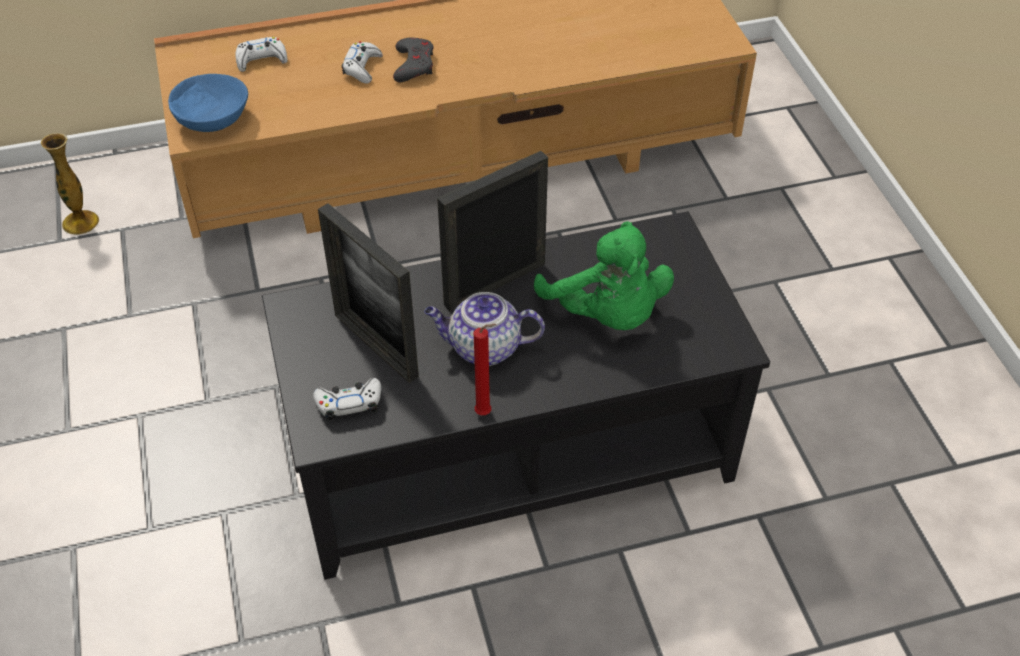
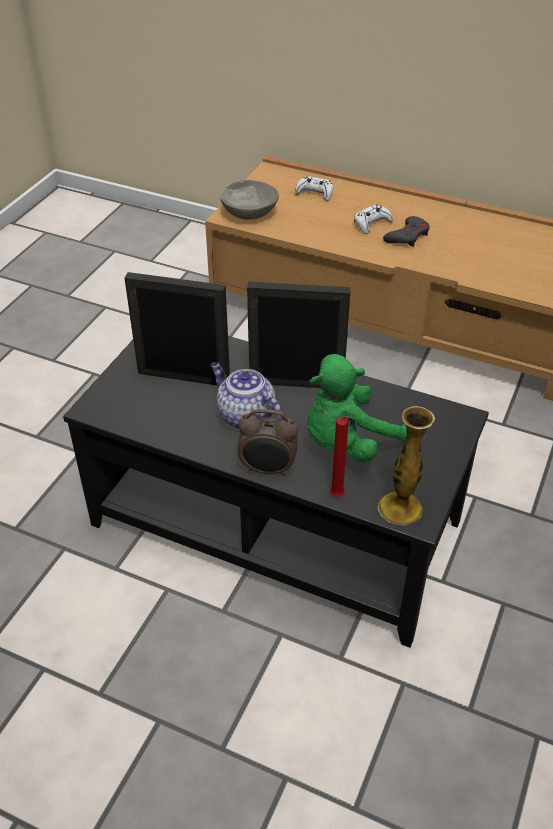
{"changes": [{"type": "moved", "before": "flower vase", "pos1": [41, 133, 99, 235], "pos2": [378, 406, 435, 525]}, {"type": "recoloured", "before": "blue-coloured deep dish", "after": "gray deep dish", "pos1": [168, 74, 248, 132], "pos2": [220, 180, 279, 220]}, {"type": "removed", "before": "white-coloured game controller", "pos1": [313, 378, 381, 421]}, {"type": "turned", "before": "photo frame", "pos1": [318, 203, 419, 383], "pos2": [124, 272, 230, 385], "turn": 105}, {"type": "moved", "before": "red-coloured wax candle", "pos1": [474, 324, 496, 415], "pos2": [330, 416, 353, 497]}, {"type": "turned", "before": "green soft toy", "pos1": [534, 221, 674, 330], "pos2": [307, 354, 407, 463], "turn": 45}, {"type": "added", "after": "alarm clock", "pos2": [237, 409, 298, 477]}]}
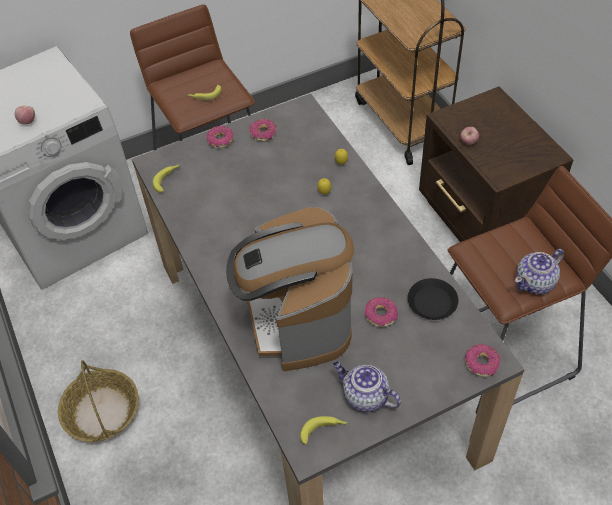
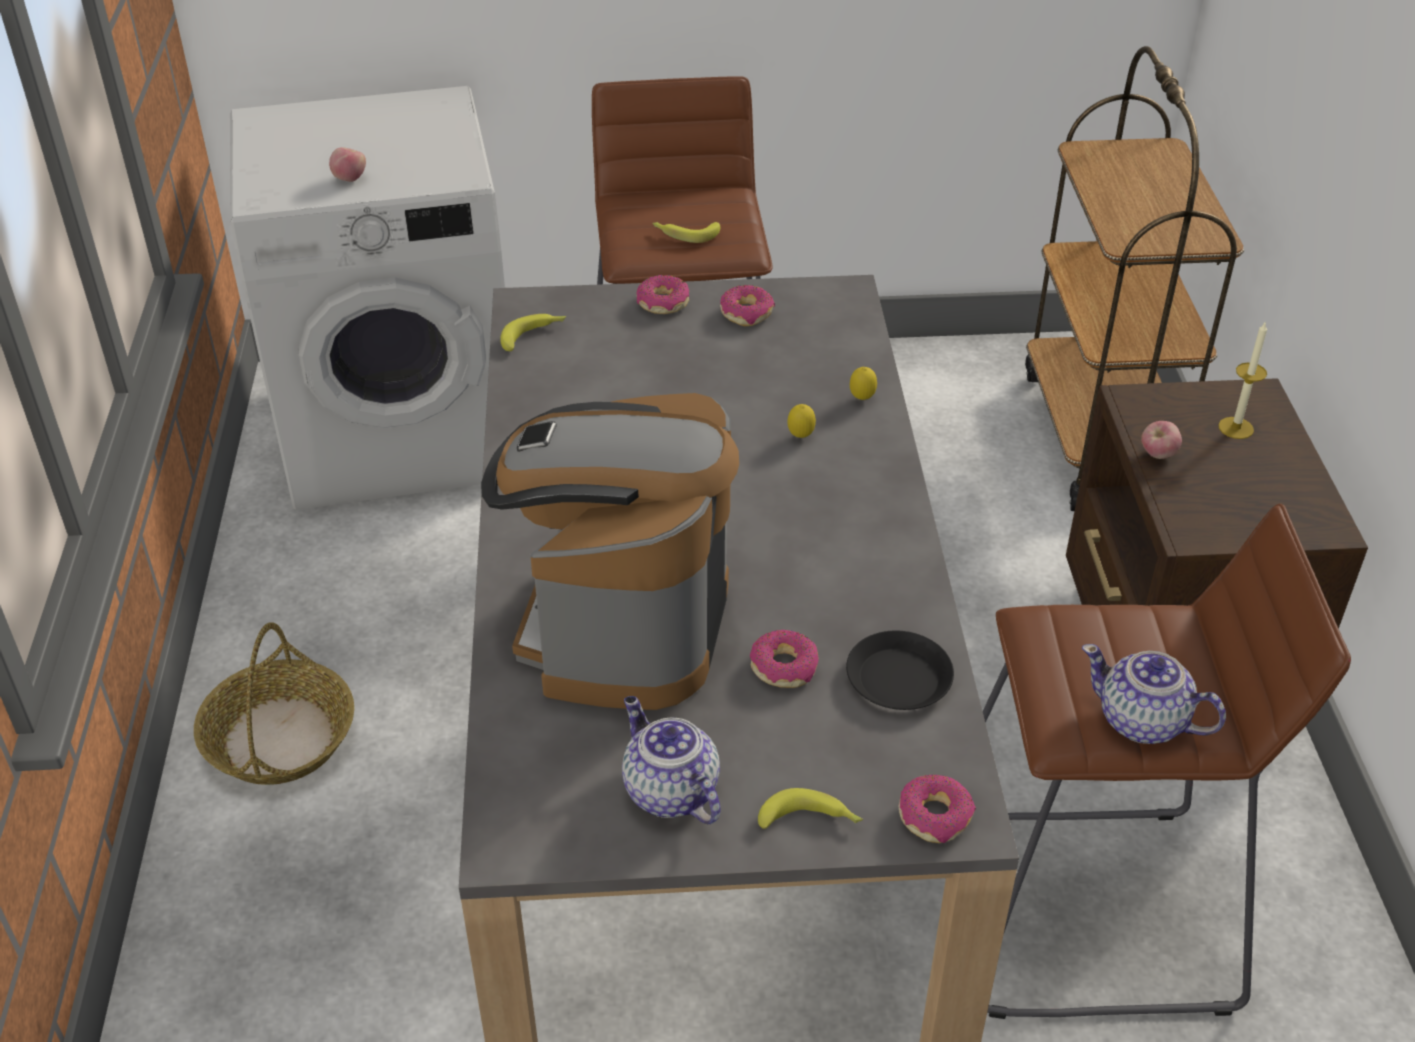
{"changes": [{"type": "moved", "before": "whole banana", "pos1": [300, 416, 348, 444], "pos2": [758, 788, 863, 829]}, {"type": "turned", "before": "teapot", "pos1": [515, 249, 564, 294], "pos2": [1082, 644, 1226, 744], "turn": 45}, {"type": "added", "after": "wax candle", "pos2": [1218, 323, 1267, 439]}]}
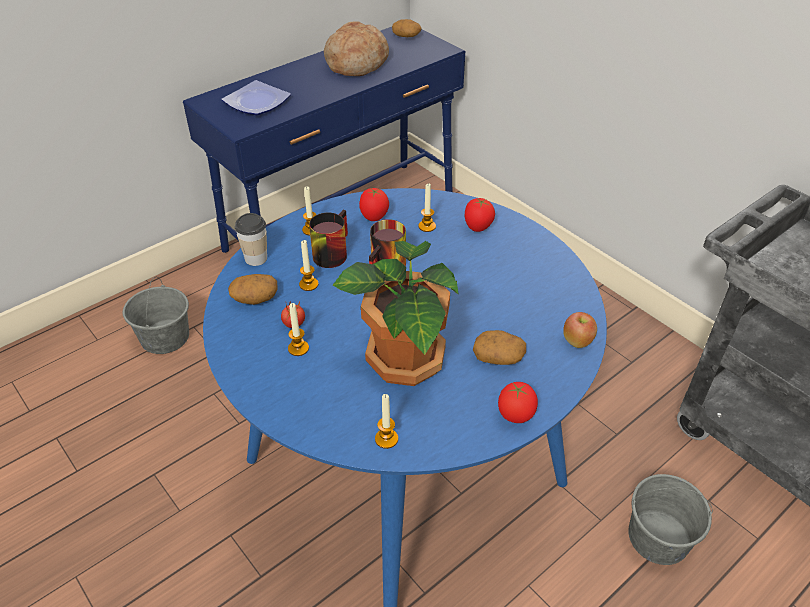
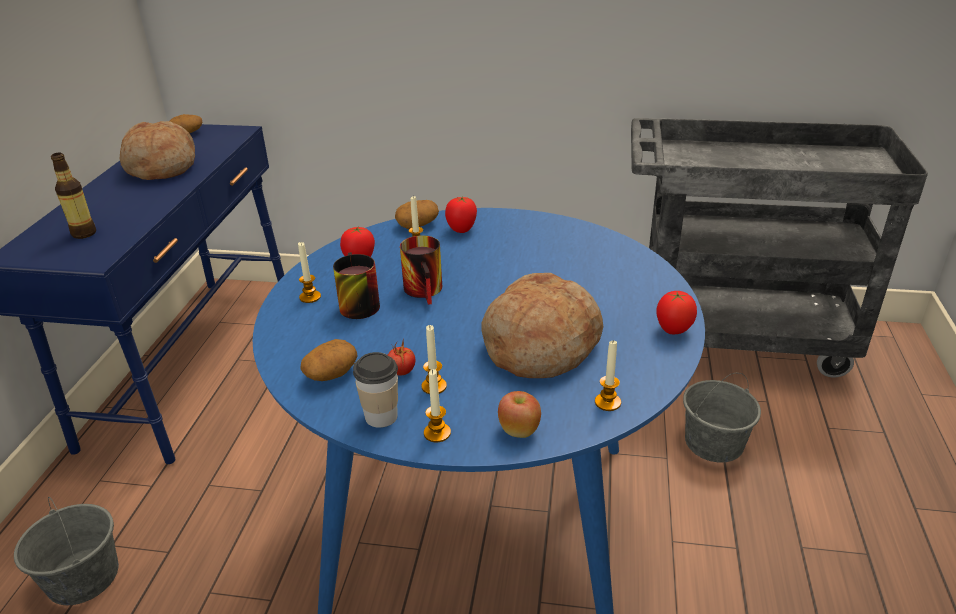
{"changes": [{"type": "replaced", "before": "flat dish", "after": "beverage bottle", "pos1": [221, 80, 291, 115], "pos2": [51, 153, 96, 239]}, {"type": "moved", "before": "small cup", "pos1": [235, 213, 267, 266], "pos2": [353, 352, 398, 428]}, {"type": "moved", "before": "wax candle", "pos1": [299, 240, 319, 291], "pos2": [424, 369, 451, 443]}, {"type": "replaced", "before": "plant in a pot", "after": "bread", "pos1": [333, 241, 459, 386], "pos2": [482, 273, 603, 378]}, {"type": "moved", "before": "whole potato", "pos1": [473, 330, 526, 365], "pos2": [395, 200, 439, 229]}, {"type": "moved", "before": "apple fruit", "pos1": [563, 312, 597, 348], "pos2": [498, 391, 541, 438]}]}
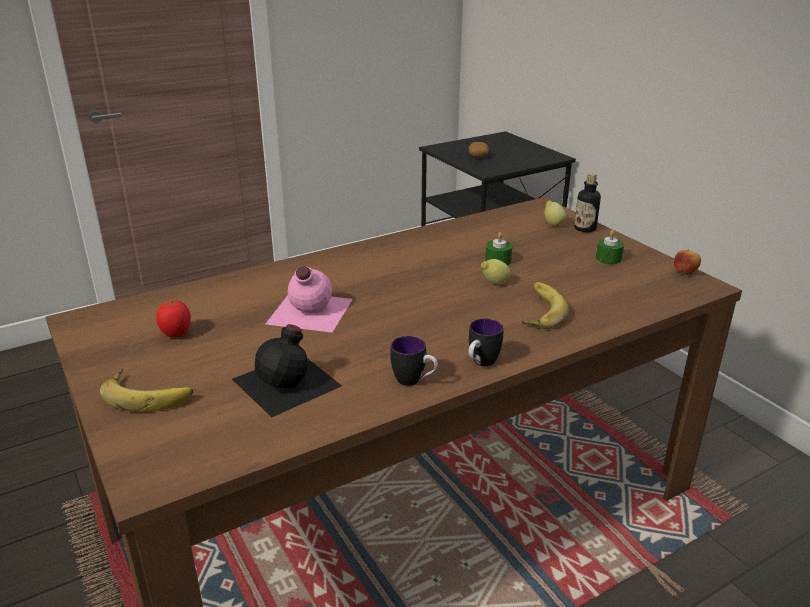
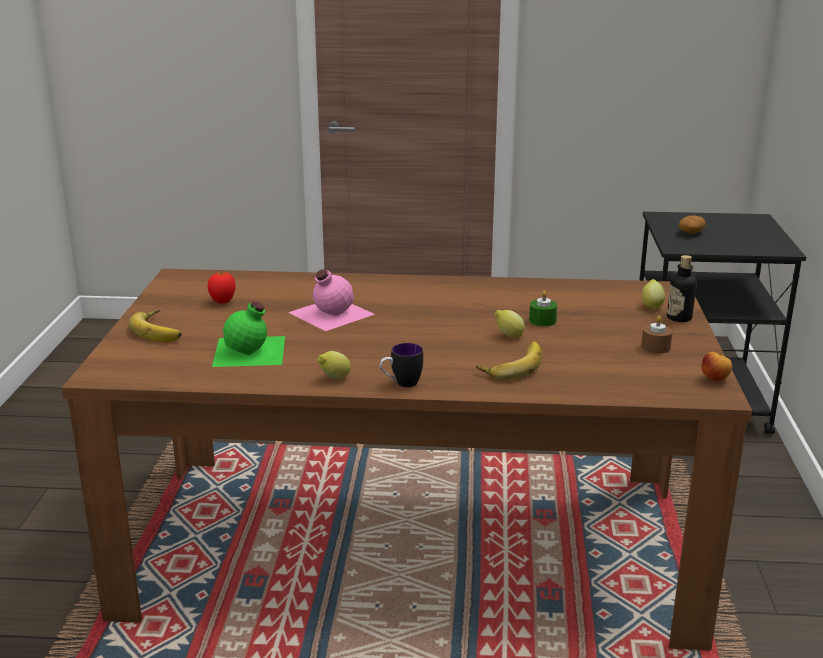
{"changes": [{"type": "recoloured", "before": "black-coloured beverage bottle", "after": "green beverage bottle", "pos1": [232, 324, 342, 417], "pos2": [212, 302, 285, 367]}, {"type": "replaced", "before": "tea mug", "after": "citrus fruit", "pos1": [390, 336, 438, 386], "pos2": [317, 351, 351, 379]}, {"type": "recoloured", "before": "green wax candle", "after": "brown-coloured wax candle", "pos1": [595, 230, 624, 264], "pos2": [641, 315, 673, 354]}]}
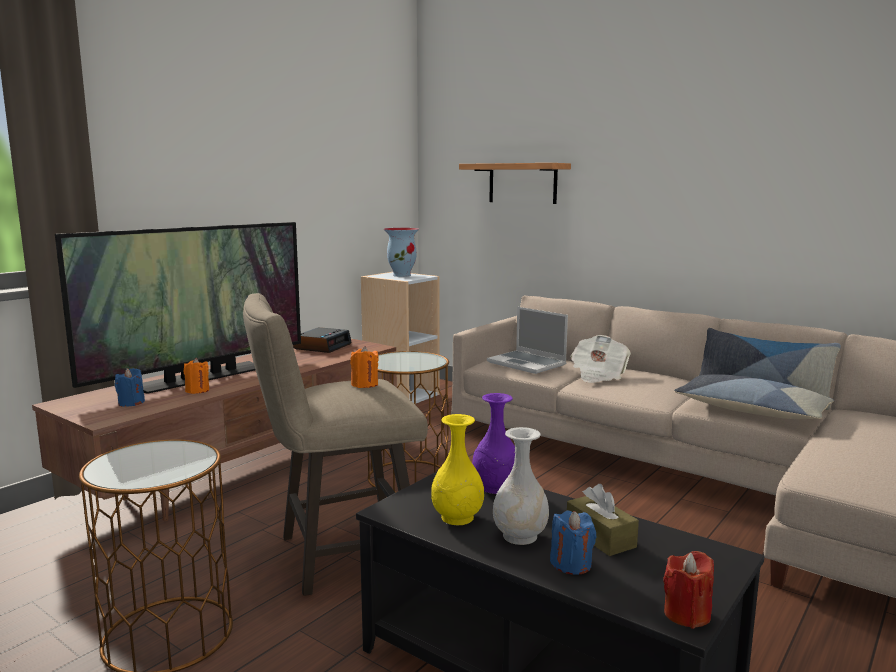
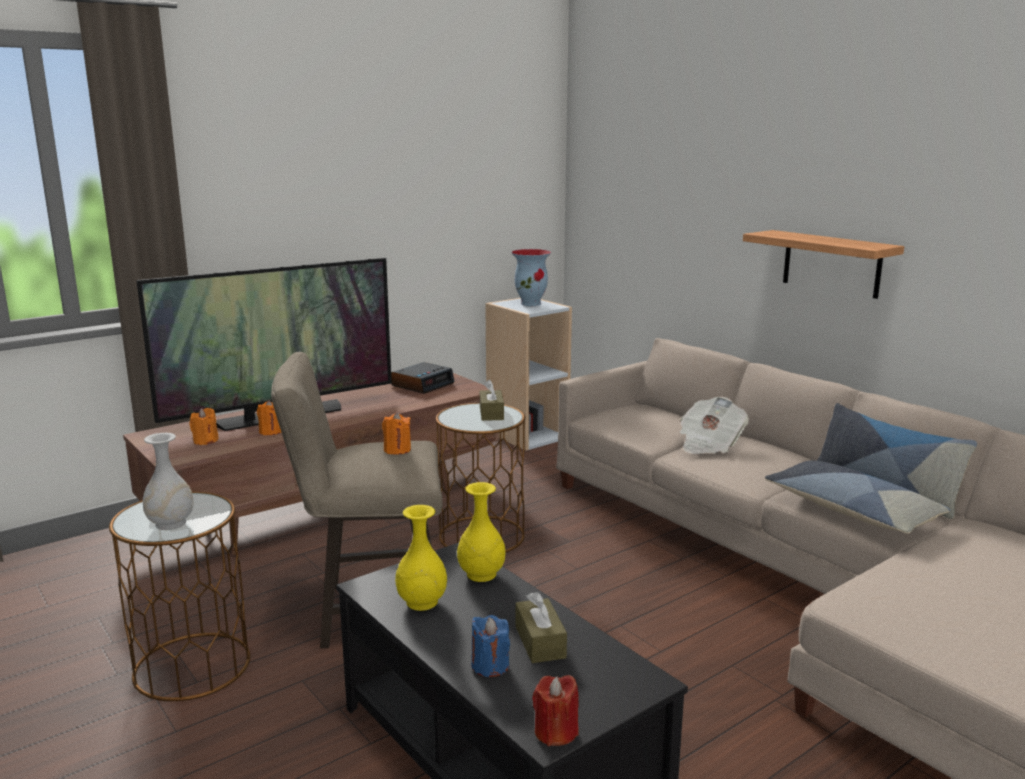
{"changes": [{"type": "recoloured", "before": "blue-coloured wax candle", "after": "orange wax candle", "pos1": [115, 368, 145, 407], "pos2": [189, 408, 218, 445]}, {"type": "moved", "before": "shelf", "pos1": [459, 163, 571, 204], "pos2": [743, 230, 904, 299]}, {"type": "recoloured", "before": "purplish flower vase", "after": "yellow-coloured flower vase", "pos1": [472, 393, 515, 494], "pos2": [457, 482, 506, 582]}, {"type": "removed", "before": "notebook computer", "pos1": [487, 307, 568, 374]}, {"type": "moved", "before": "white-coloured flower vase", "pos1": [493, 427, 549, 545], "pos2": [143, 433, 194, 530]}, {"type": "added", "after": "brown-coloured box of tissues", "pos2": [480, 380, 504, 421]}]}
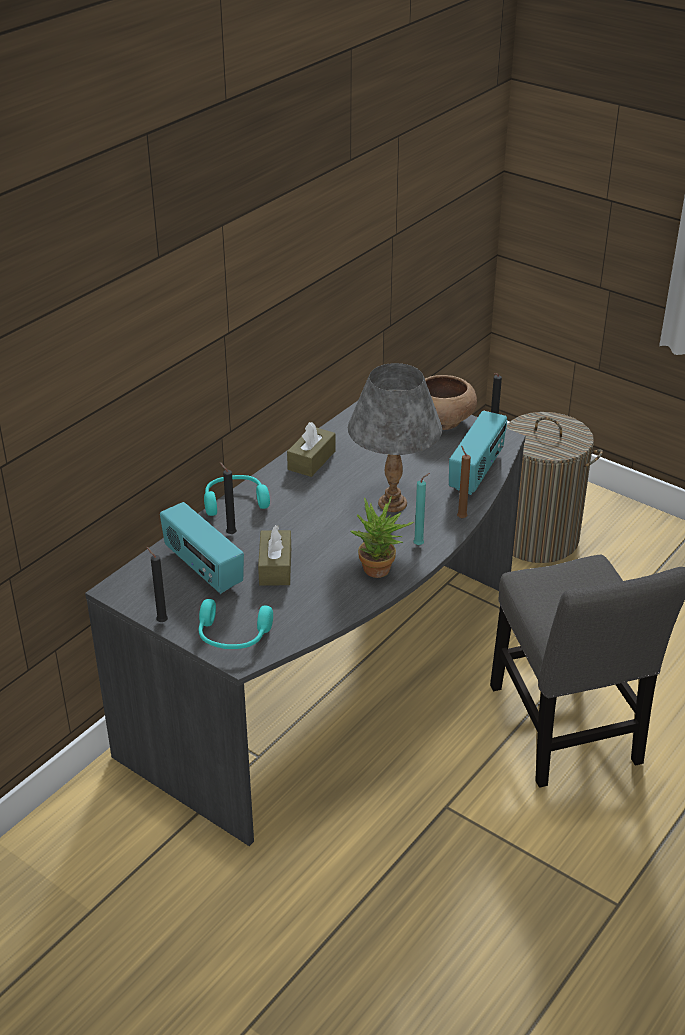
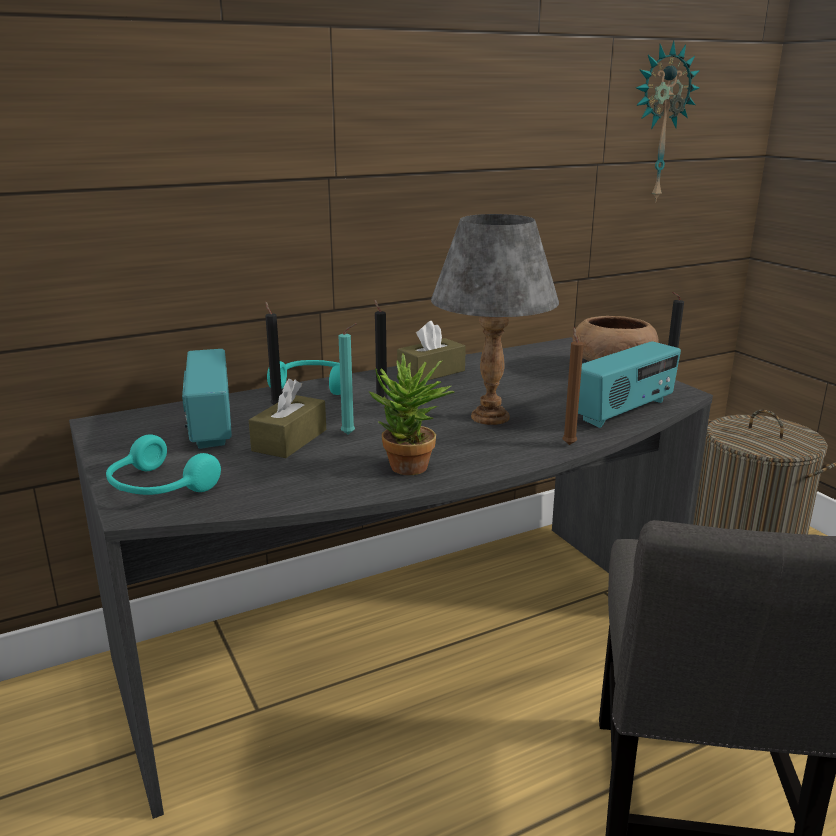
{"changes": [{"type": "moved", "before": "black-coloured wax candle", "pos1": [147, 547, 168, 622], "pos2": [374, 300, 388, 399]}, {"type": "moved", "before": "turquoise-coloured wax candle", "pos1": [413, 473, 430, 545], "pos2": [339, 323, 357, 434]}, {"type": "added", "after": "clock on the wall", "pos2": [636, 41, 700, 202]}]}
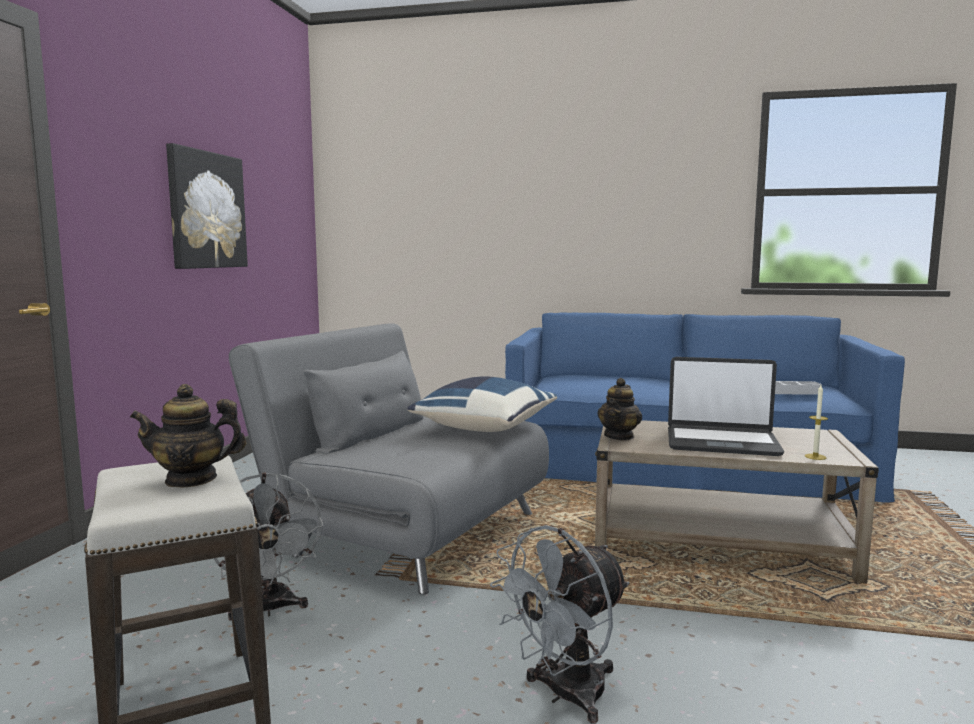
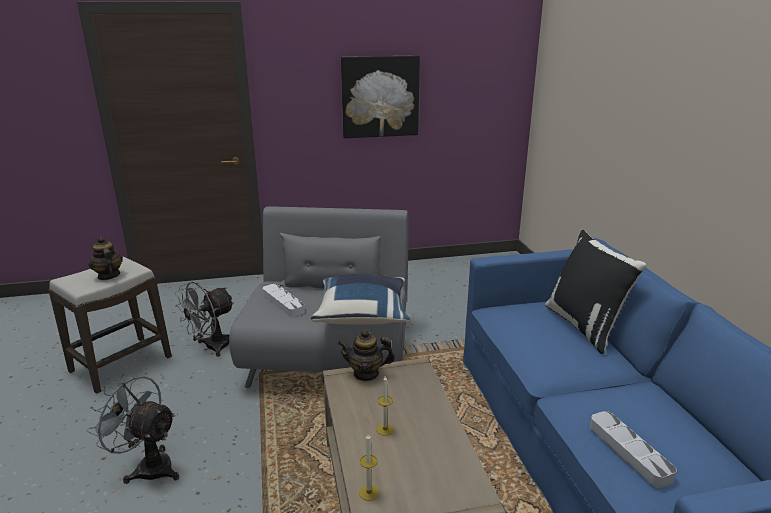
{"changes": [{"type": "replaced", "before": "notebook computer", "after": "wax candle", "pos1": [668, 357, 784, 456], "pos2": [377, 376, 394, 436]}, {"type": "added", "after": "white-coloured carrying tray", "pos2": [263, 284, 305, 317]}, {"type": "added", "after": "black-coloured throw pillow", "pos2": [545, 230, 647, 354]}]}
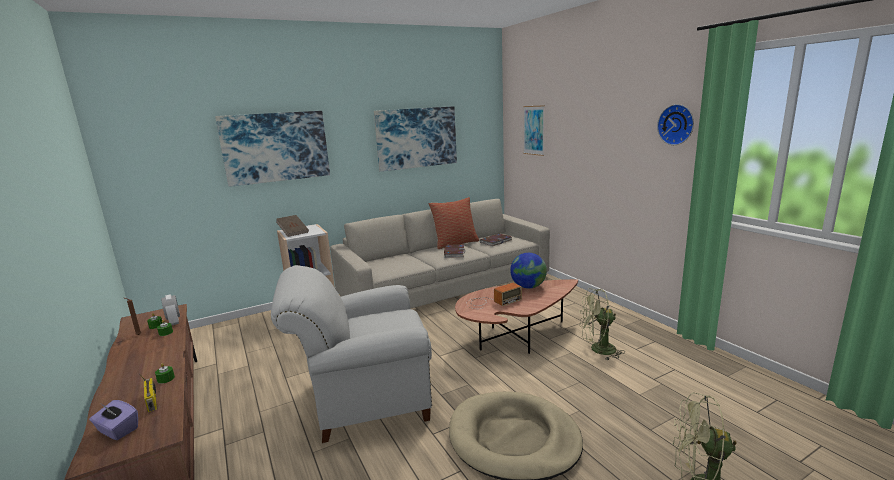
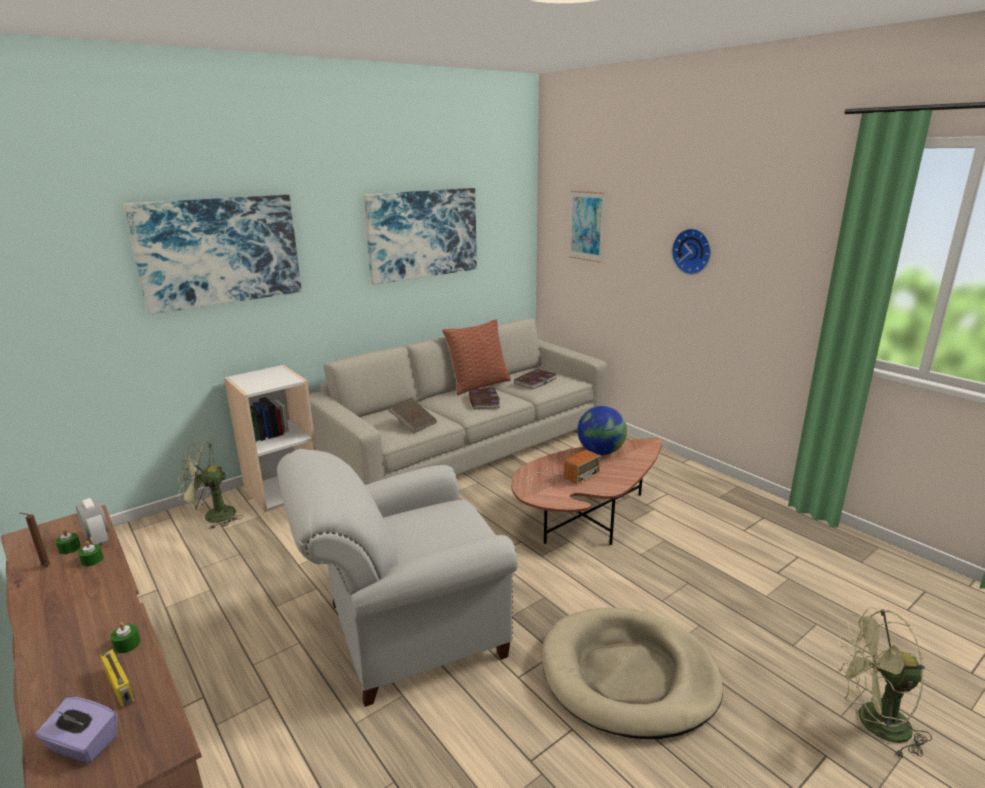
{"changes": [{"type": "moved", "before": "brown-coloured bound book", "pos1": [276, 215, 309, 237], "pos2": [389, 398, 437, 433]}, {"type": "moved", "before": "green cooling fan", "pos1": [579, 288, 624, 360], "pos2": [178, 442, 243, 529]}, {"type": "moved", "before": "clock on the wall", "pos1": [657, 104, 694, 145], "pos2": [672, 228, 711, 275]}]}
